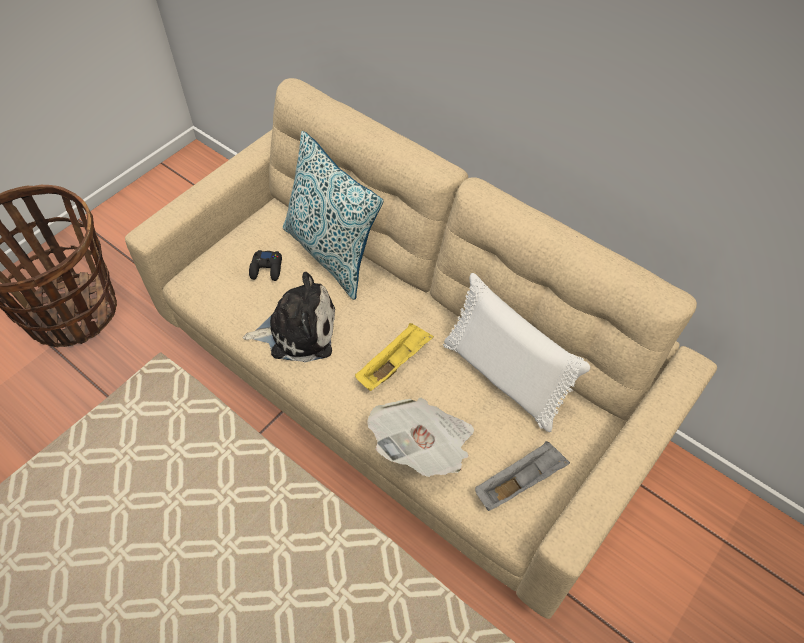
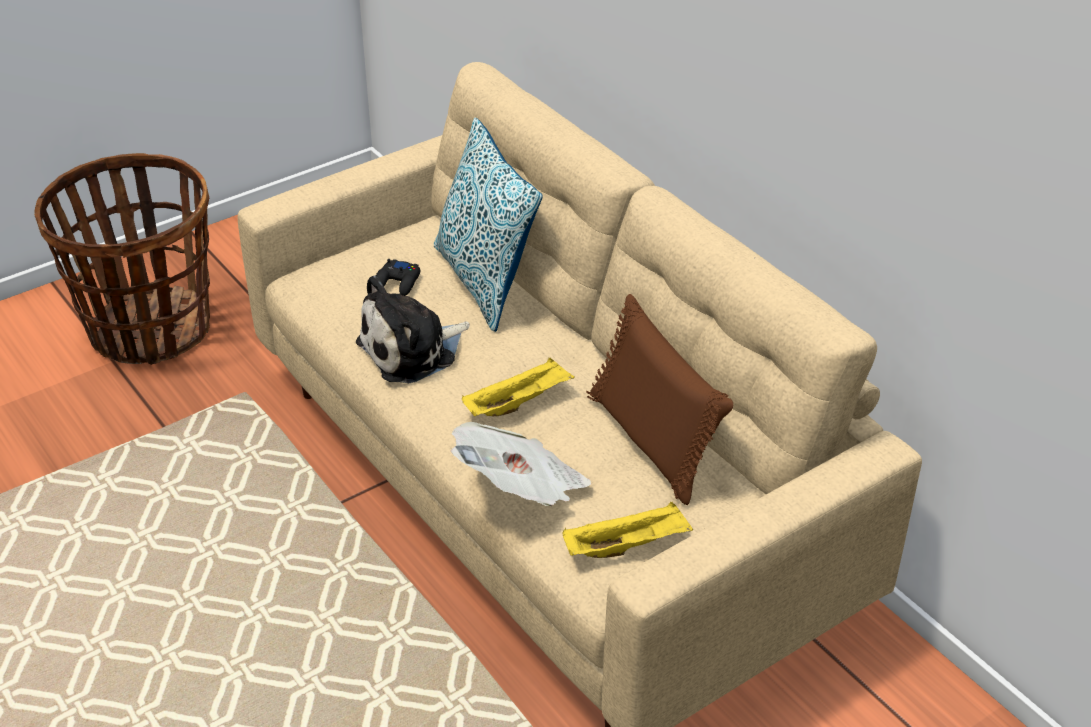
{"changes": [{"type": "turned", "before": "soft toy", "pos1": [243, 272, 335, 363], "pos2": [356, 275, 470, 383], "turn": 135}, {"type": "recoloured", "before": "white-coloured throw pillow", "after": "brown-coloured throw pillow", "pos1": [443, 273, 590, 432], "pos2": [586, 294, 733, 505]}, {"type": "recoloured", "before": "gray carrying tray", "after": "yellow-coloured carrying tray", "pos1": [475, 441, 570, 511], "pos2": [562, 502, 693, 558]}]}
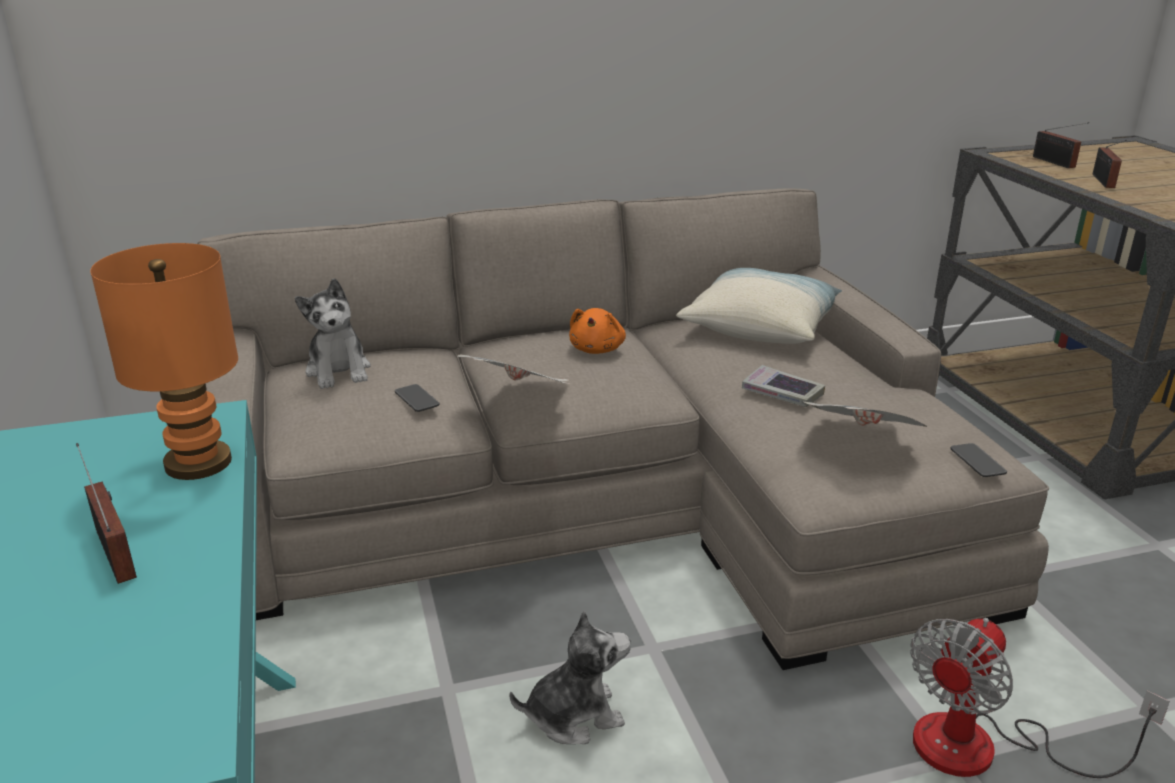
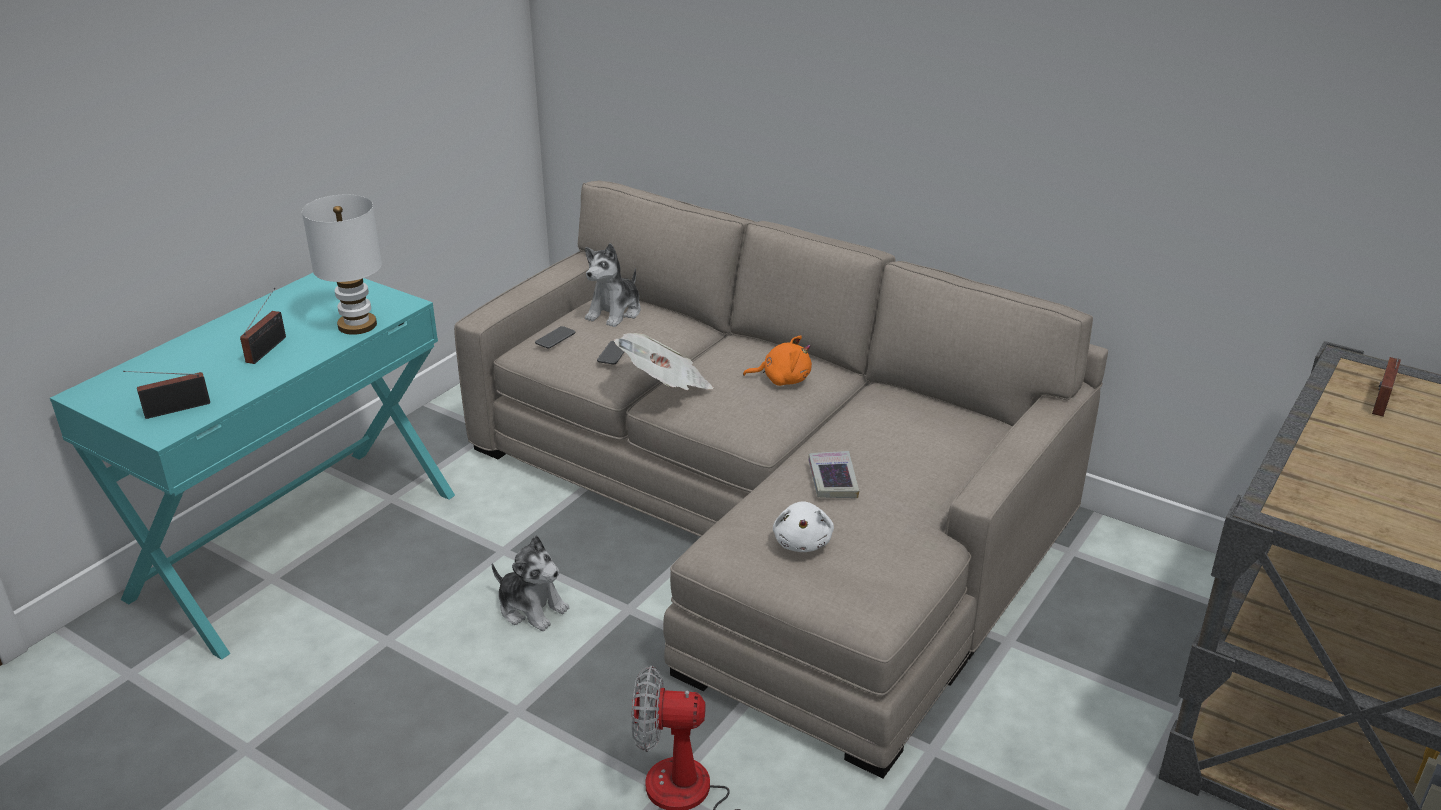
{"changes": [{"type": "recoloured", "before": "orange tabletop lamp", "after": "white-coloured tabletop lamp", "pos1": [90, 243, 238, 480], "pos2": [302, 195, 382, 335]}, {"type": "turned", "before": "orange soft toy", "pos1": [569, 308, 626, 354], "pos2": [743, 335, 812, 386], "turn": -150}, {"type": "removed", "before": "throw pillow", "pos1": [676, 268, 842, 344]}, {"type": "replaced", "before": "newspaper", "after": "white-coloured soft toy", "pos1": [804, 402, 926, 427], "pos2": [773, 501, 834, 552]}, {"type": "moved", "before": "handset", "pos1": [950, 443, 1007, 477], "pos2": [535, 326, 576, 348]}, {"type": "moved", "before": "radio receiver", "pos1": [1093, 140, 1127, 188], "pos2": [123, 371, 210, 419]}]}
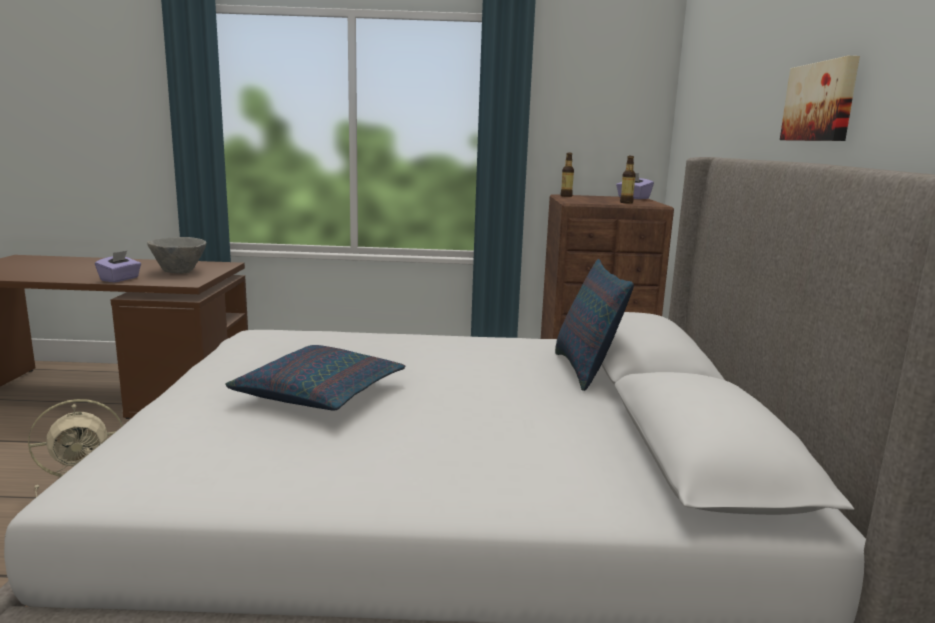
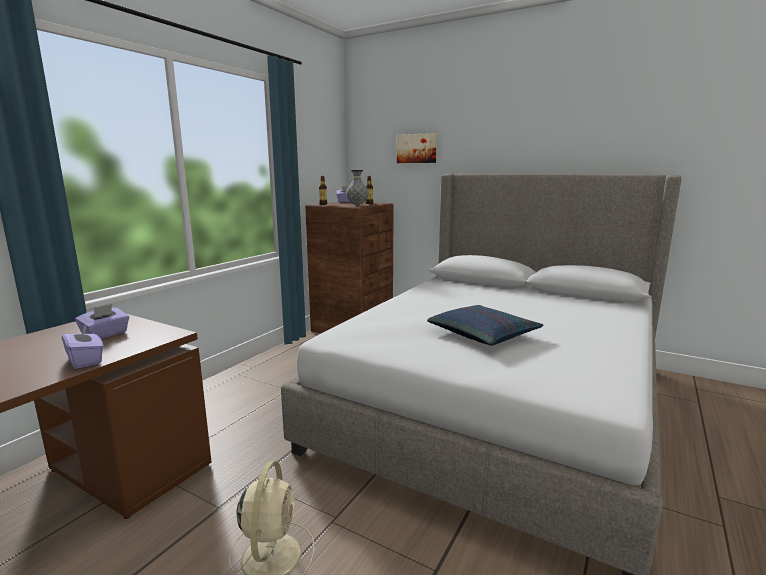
{"changes": [{"type": "replaced", "before": "gray deep dish", "after": "purplish box of tissues", "pos1": [147, 237, 206, 274], "pos2": [75, 304, 130, 339]}, {"type": "removed", "before": "blue-coloured throw pillow", "pos1": [555, 259, 634, 391]}, {"type": "moved", "before": "wall picture", "pos1": [780, 56, 860, 141], "pos2": [397, 133, 437, 163]}, {"type": "added", "after": "gray flower vase", "pos2": [346, 170, 369, 205]}]}
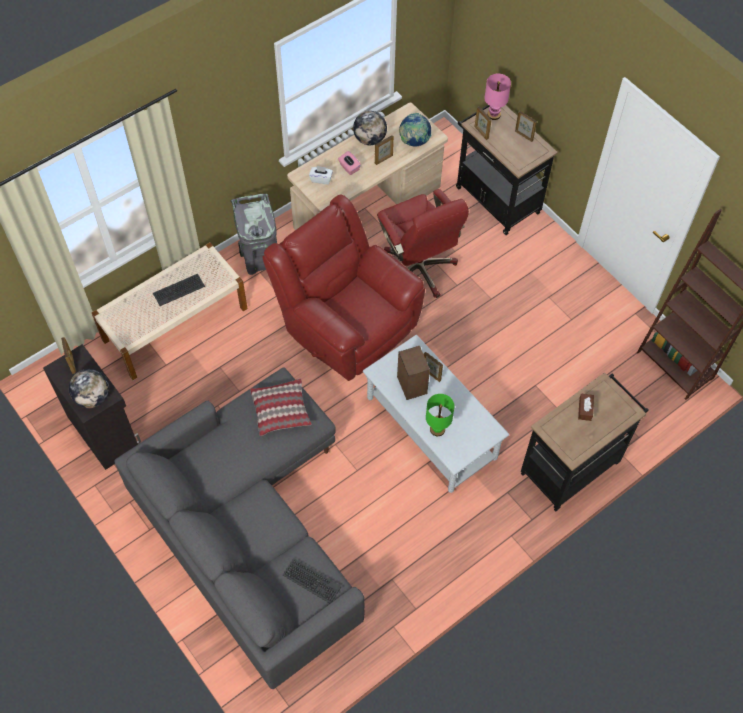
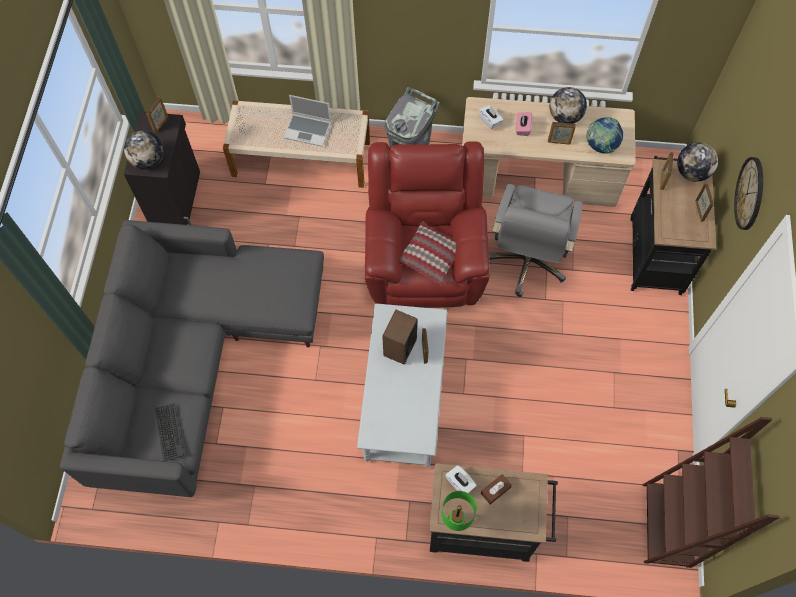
{"changes": [{"type": "replaced", "before": "keyboard", "after": "notebook computer", "pos1": [153, 274, 205, 306], "pos2": [284, 95, 331, 147]}, {"type": "moved", "before": "throw pillow", "pos1": [250, 379, 312, 436], "pos2": [399, 221, 457, 285]}, {"type": "recoloured", "before": "red-coloured desk chair", "after": "gray desk chair", "pos1": [377, 189, 469, 298], "pos2": [489, 184, 583, 297]}, {"type": "moved", "before": "green tabletop lamp", "pos1": [426, 394, 455, 436], "pos2": [442, 491, 477, 531]}, {"type": "replaced", "before": "pink-coloured tabletop lamp", "after": "world globe", "pos1": [484, 74, 511, 120], "pos2": [677, 142, 718, 182]}, {"type": "added", "after": "white-coloured box of tissues", "pos2": [445, 465, 477, 493]}, {"type": "added", "after": "clock on the wall", "pos2": [734, 157, 763, 230]}]}
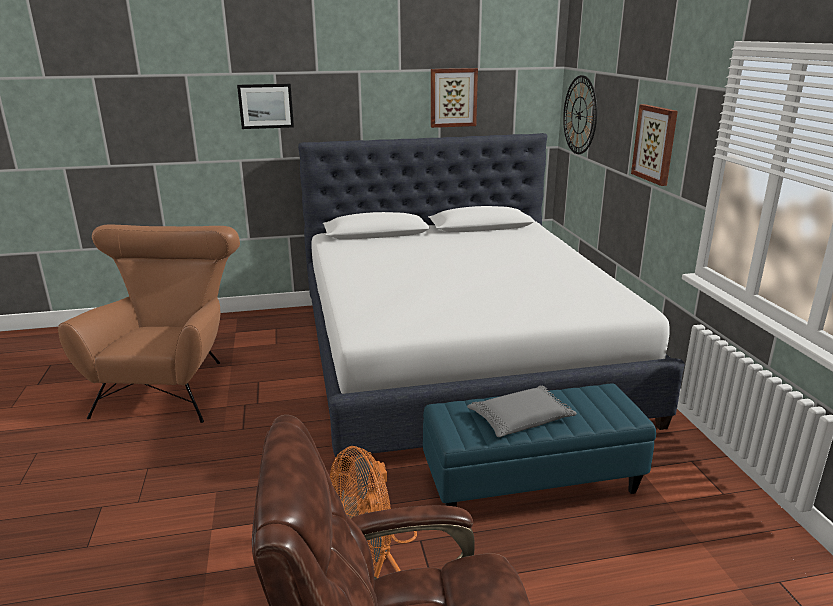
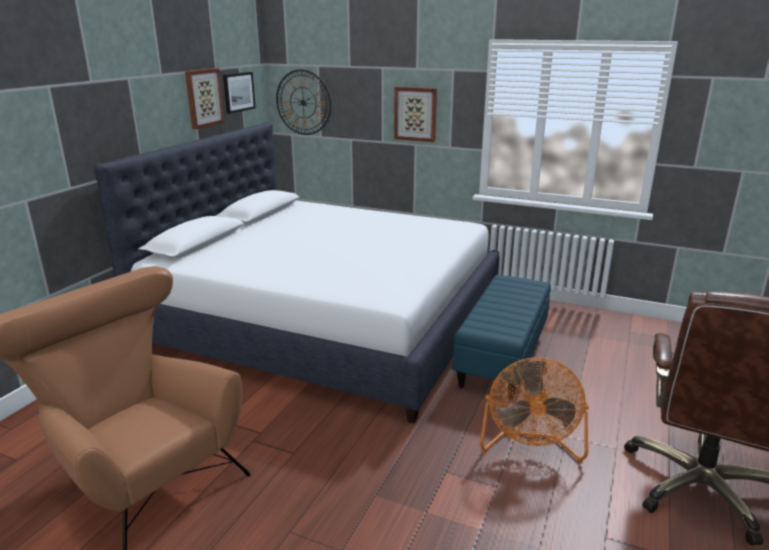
{"changes": [{"type": "moved", "before": "wall picture", "pos1": [237, 84, 294, 129], "pos2": [223, 72, 256, 114]}, {"type": "removed", "before": "gray throw pillow", "pos1": [467, 386, 577, 437]}]}
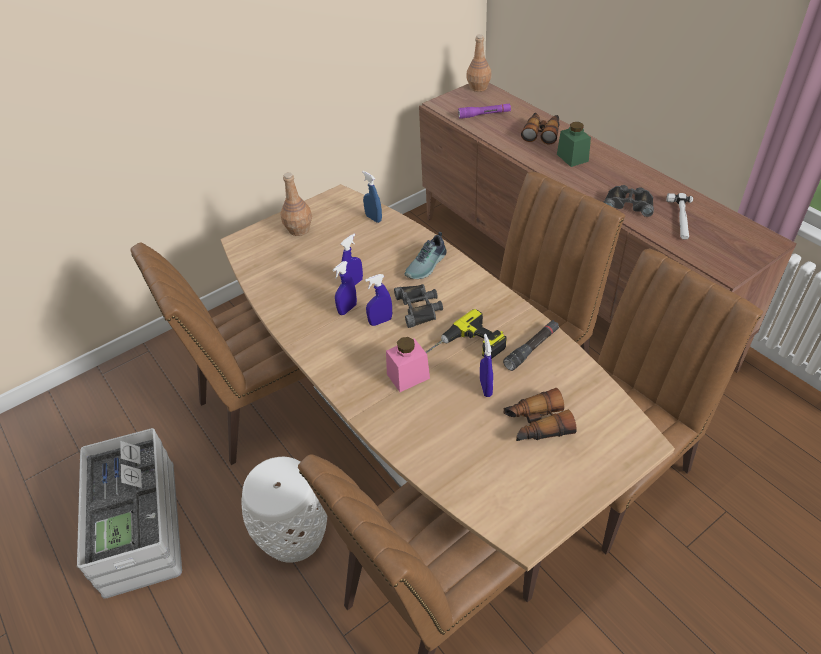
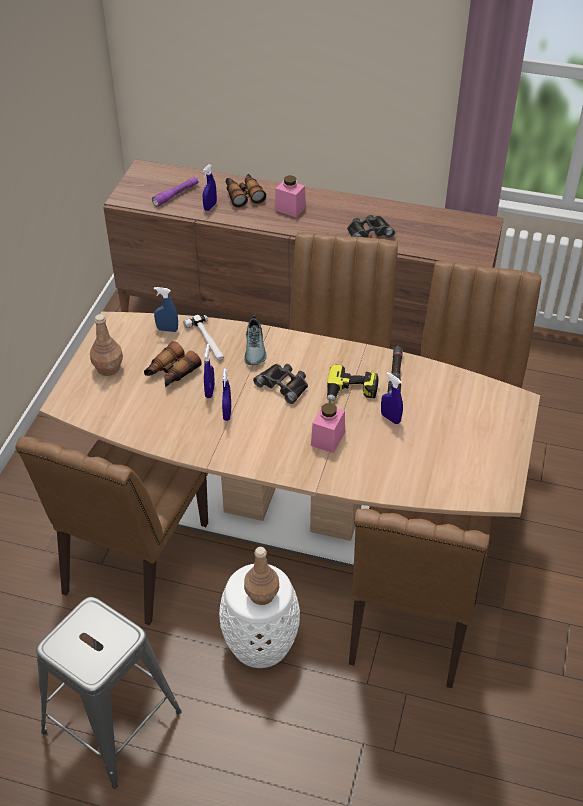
{"changes": [{"type": "replaced", "before": "gray storage container", "after": "gray stool seat", "pos1": [77, 428, 182, 598], "pos2": [36, 597, 182, 788]}, {"type": "moved", "before": "blue-coloured hand sprayer", "pos1": [365, 274, 392, 326], "pos2": [203, 164, 217, 211]}, {"type": "moved", "before": "brown-coloured beverage bottle", "pos1": [466, 34, 491, 92], "pos2": [244, 547, 279, 605]}, {"type": "moved", "before": "pair of binoculars", "pos1": [503, 388, 577, 441], "pos2": [144, 341, 202, 387]}, {"type": "recoloured", "before": "green preserve jar", "after": "pink-coloured preserve jar", "pos1": [557, 122, 591, 167], "pos2": [275, 175, 306, 218]}, {"type": "moved", "before": "hammer", "pos1": [666, 193, 693, 240], "pos2": [183, 315, 224, 361]}]}
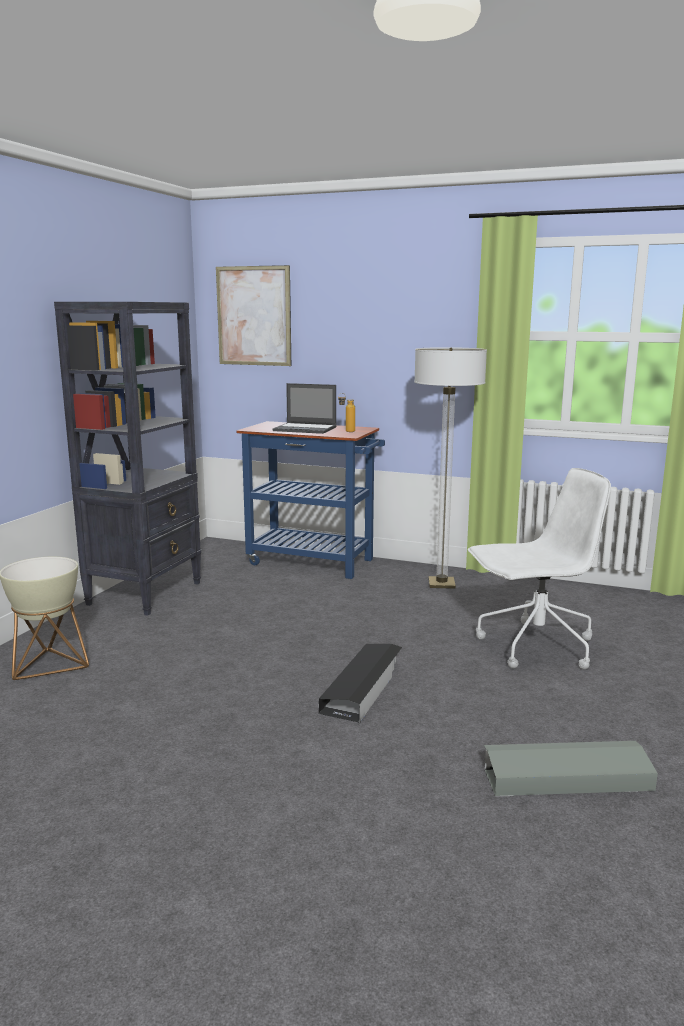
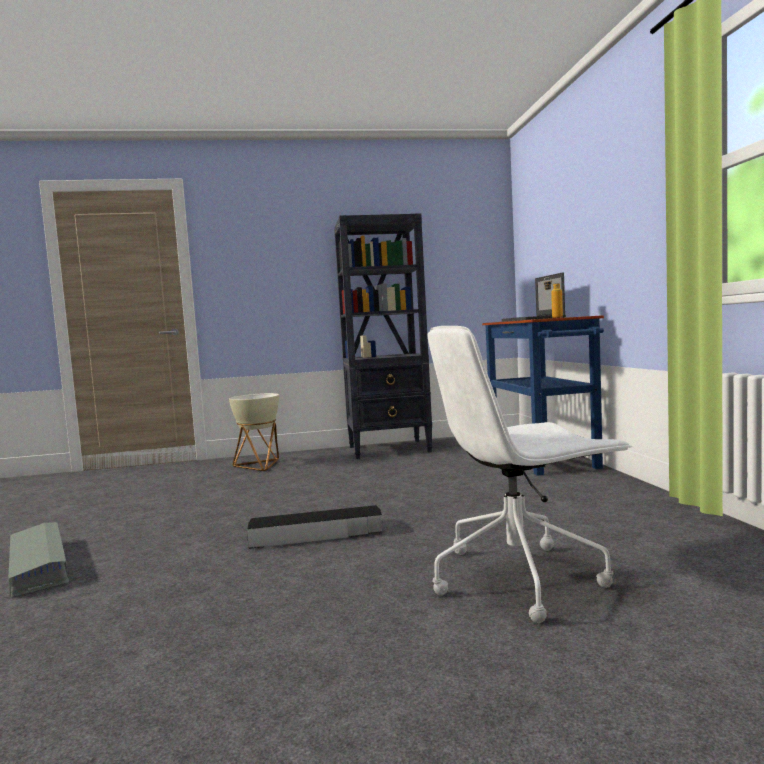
{"changes": [{"type": "removed", "before": "wall picture", "pos1": [216, 265, 291, 366]}, {"type": "removed", "before": "standard lamp", "pos1": [414, 347, 487, 589]}, {"type": "turned", "before": "white-coloured desk chair", "pos1": [468, 468, 611, 669], "pos2": [428, 326, 632, 623], "turn": 120}, {"type": "moved", "before": "gray storage container", "pos1": [484, 741, 658, 797], "pos2": [8, 522, 69, 597]}]}
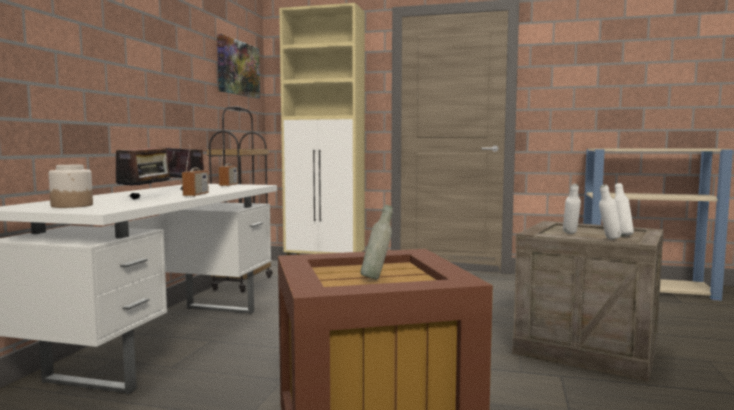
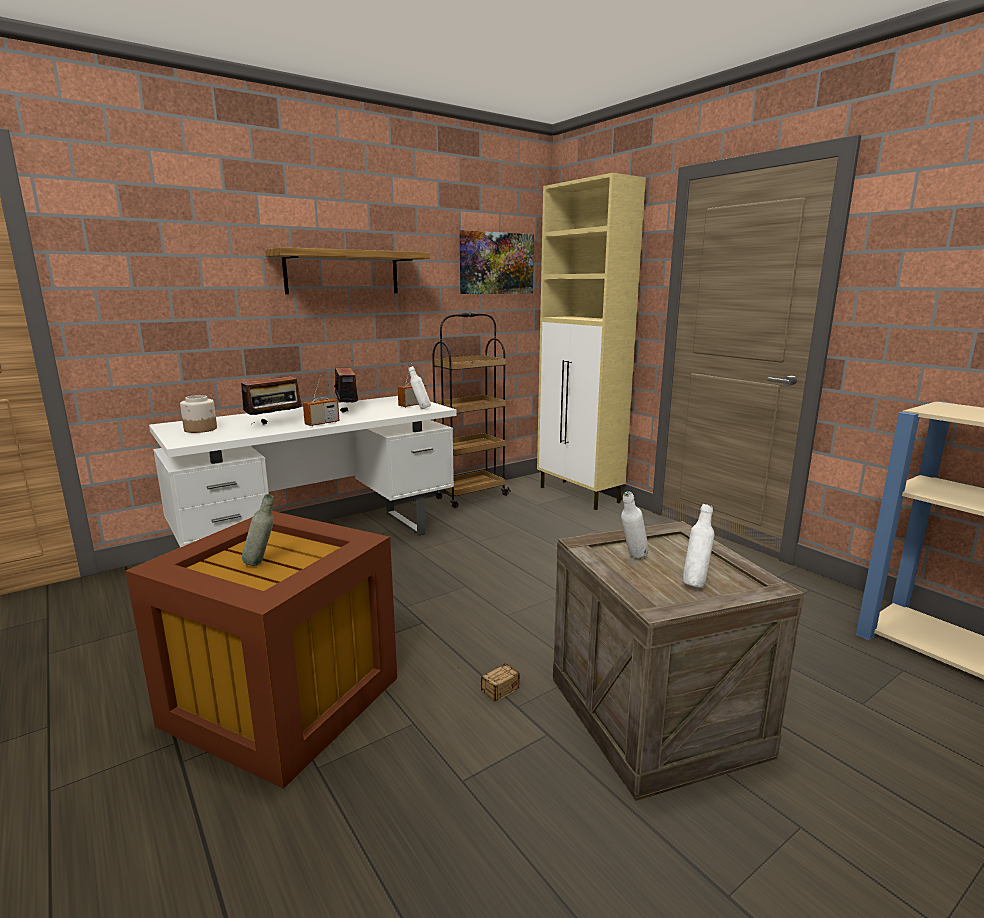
{"changes": [{"type": "moved", "before": "white-coloured beverage bottle", "pos1": [599, 185, 621, 240], "pos2": [408, 366, 431, 409]}, {"type": "added", "after": "shelf", "pos2": [265, 247, 430, 294]}, {"type": "added", "after": "storage container", "pos2": [456, 663, 520, 701]}]}
